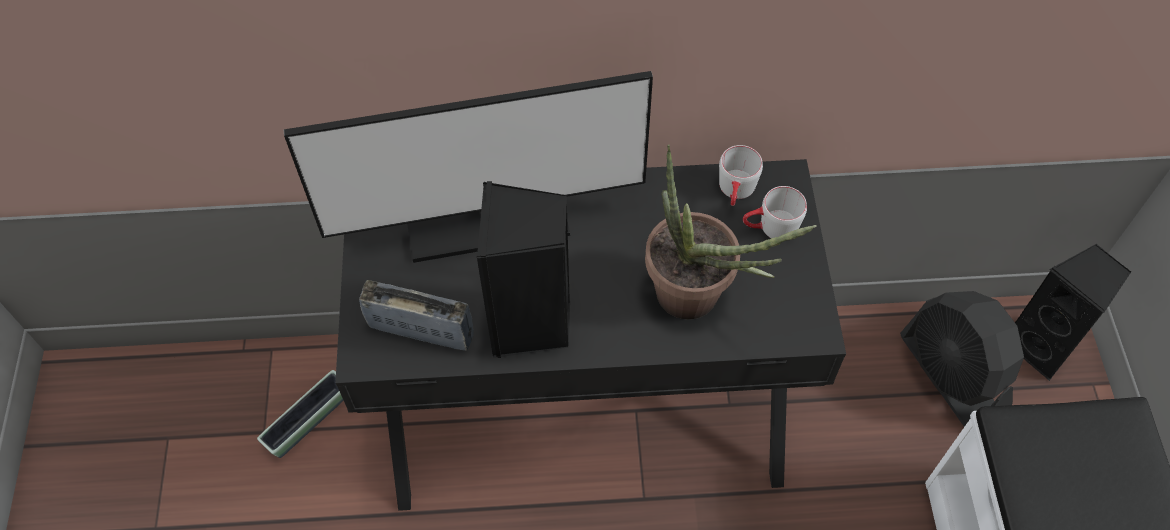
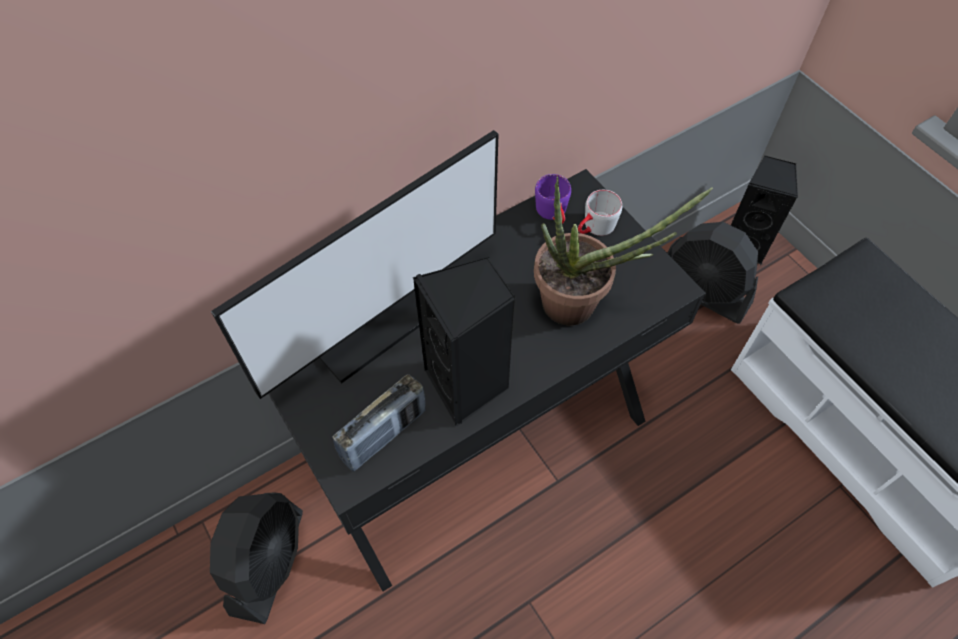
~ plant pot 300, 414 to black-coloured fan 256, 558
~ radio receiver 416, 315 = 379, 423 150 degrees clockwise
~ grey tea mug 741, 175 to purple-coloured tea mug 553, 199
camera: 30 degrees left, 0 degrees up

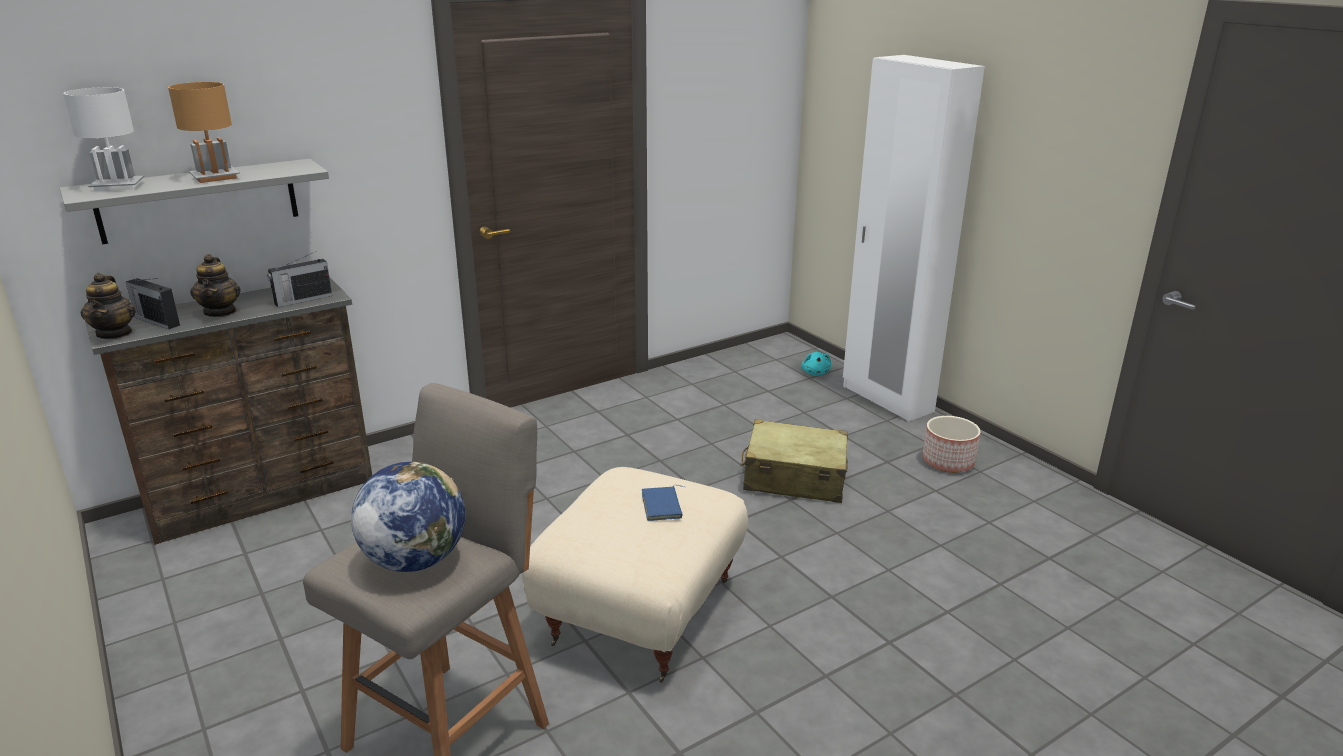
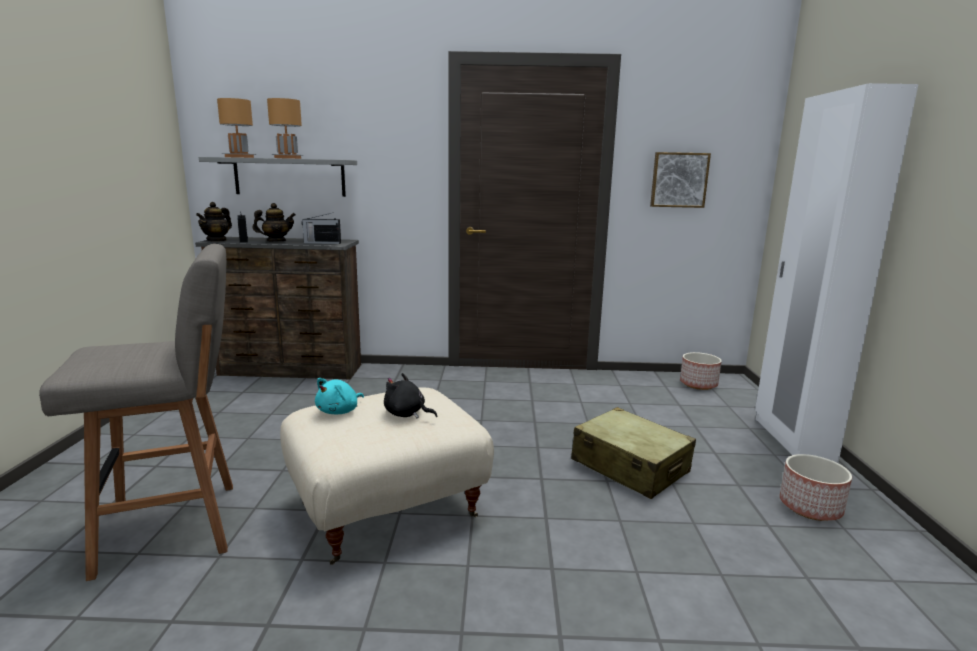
~ whitish table lamp 103, 139 to brown table lamp 236, 128
~ teapot 215, 285 = 274, 222 135 degrees counterclockwise
~ turquoise cuddly toy 816, 364 to 339, 396
~ blue bound book 663, 503 to black-coloured cuddly toy 410, 395
+ wall picture 680, 180
+ plant pot 701, 371
- globe 408, 517
camera: 35 degrees right, 10 degrees down

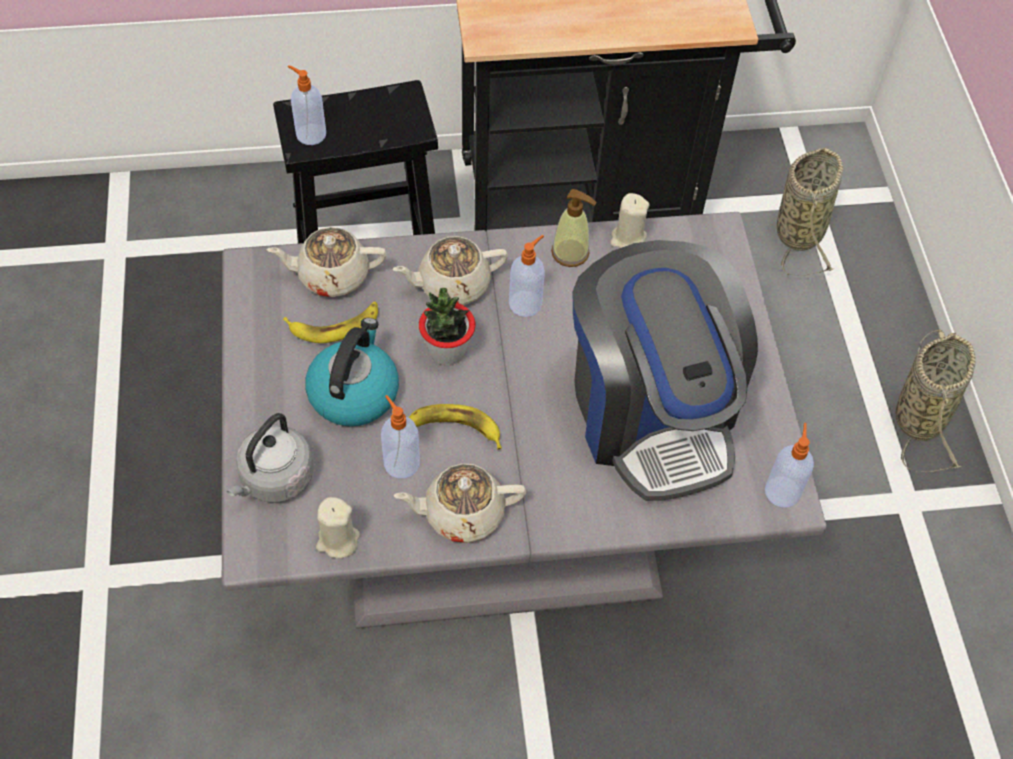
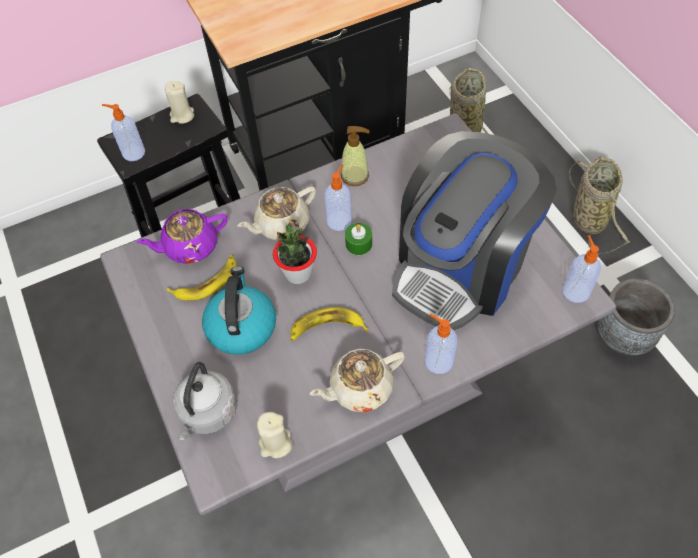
~ beige-coloured teapot 327, 262 to purple-coloured teapot 181, 236
~ beige-coloured candle 630, 220 to 179, 102
+ green candle 358, 239
~ coffee machine 665, 370 = 474, 230 75 degrees clockwise
~ soap bottle 400, 436 to 441, 344
+ grey plant pot 636, 316
camera: 15 degrees left, 0 degrees up

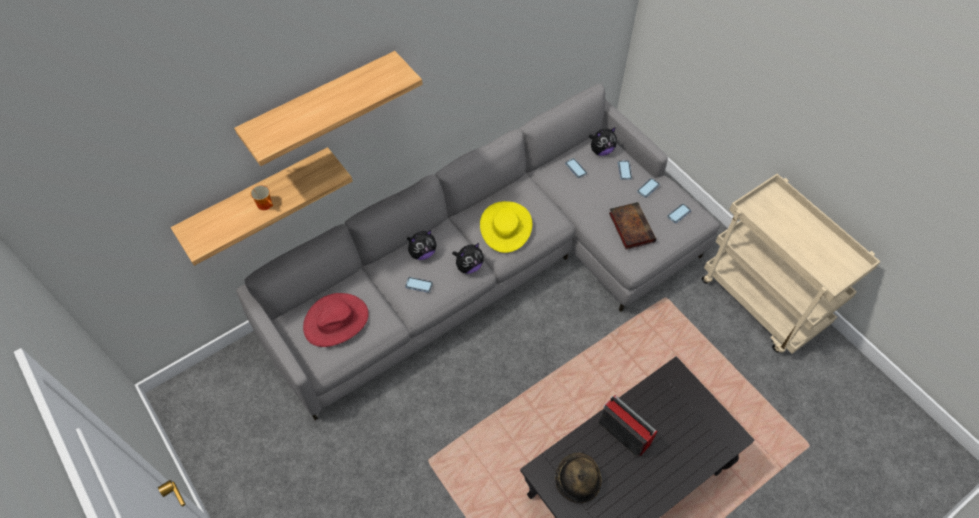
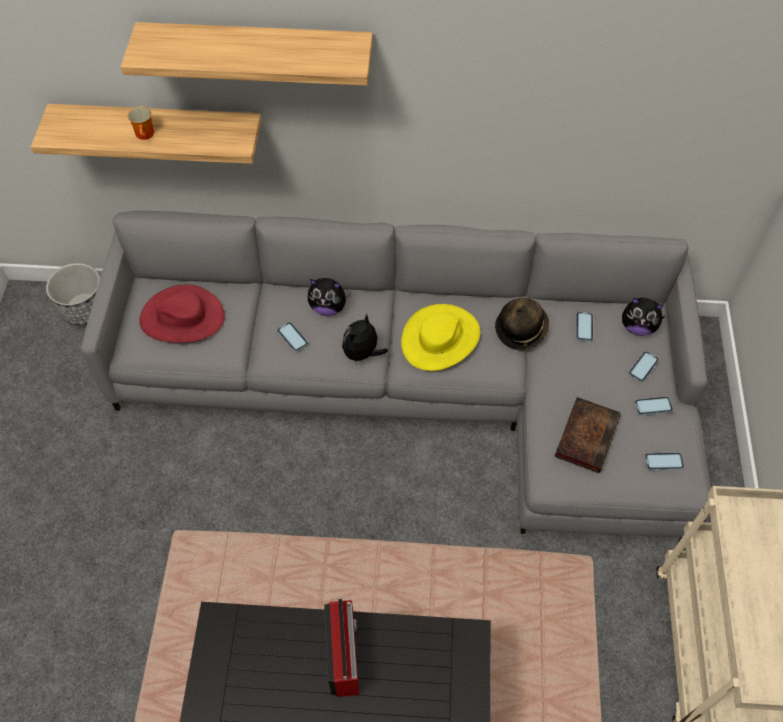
+ plant pot 73, 294
~ cuddly toy 468, 258 = 365, 339 120 degrees clockwise
~ wearable hat 578, 478 to 522, 324
camera: 40 degrees right, 0 degrees up

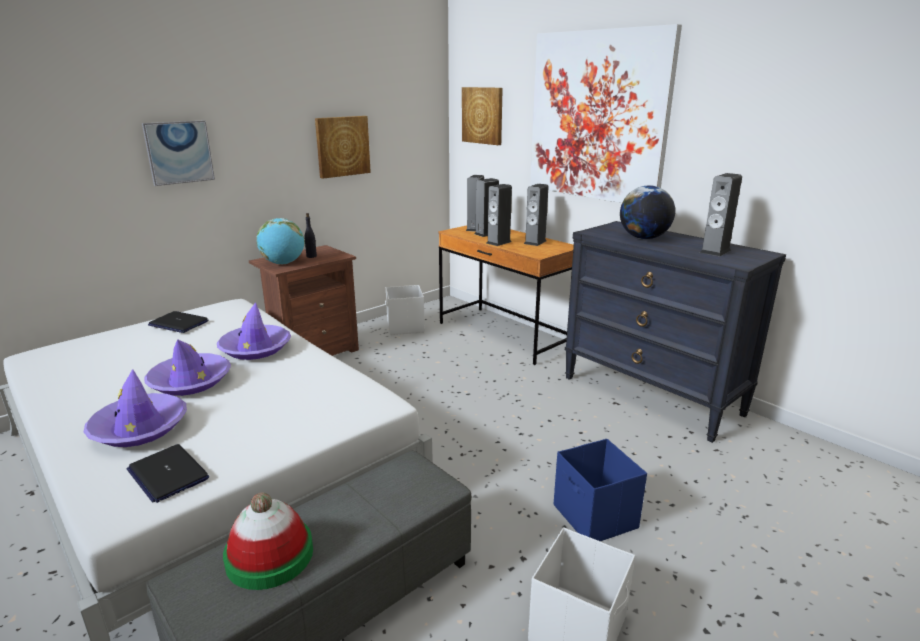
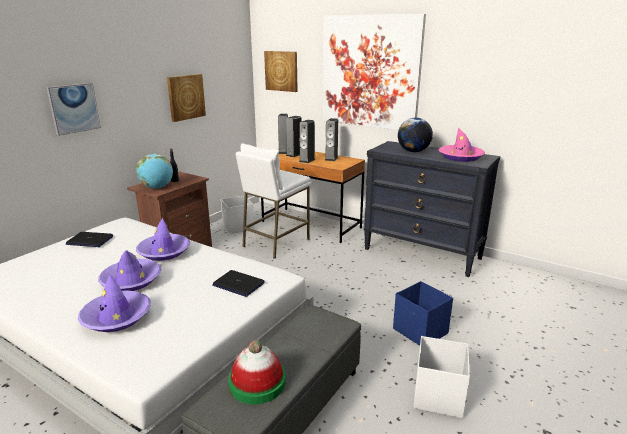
~ portable computer 168, 473 to 238, 283
+ whitish stool seat 273, 201
~ audio speaker 721, 215 to pink-coloured wearable hat 462, 144
camera: 15 degrees left, 0 degrees up

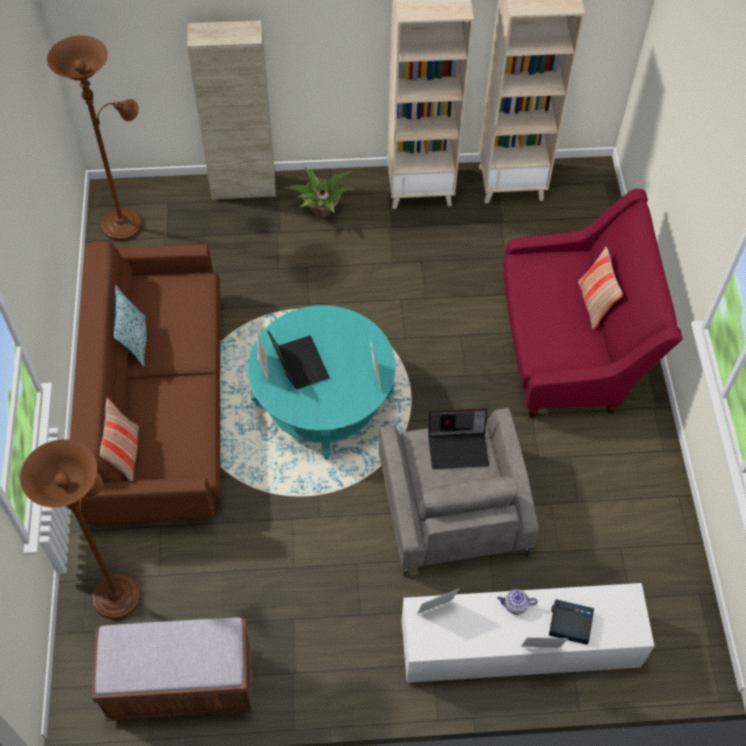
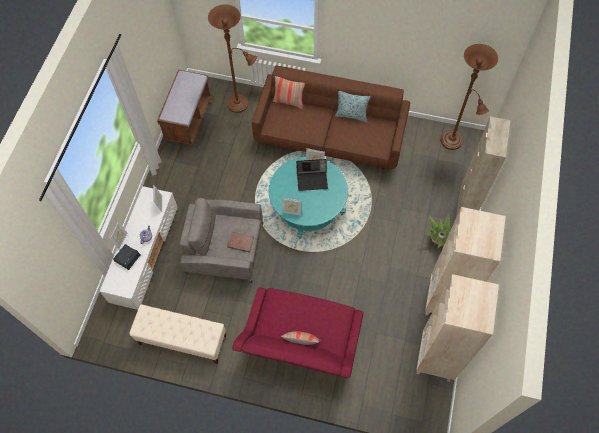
+ beige-coloured long seat 178, 334
~ portable computer 458, 439 to brown bound book 240, 242
camera: 110 degrees right, 5 degrees up

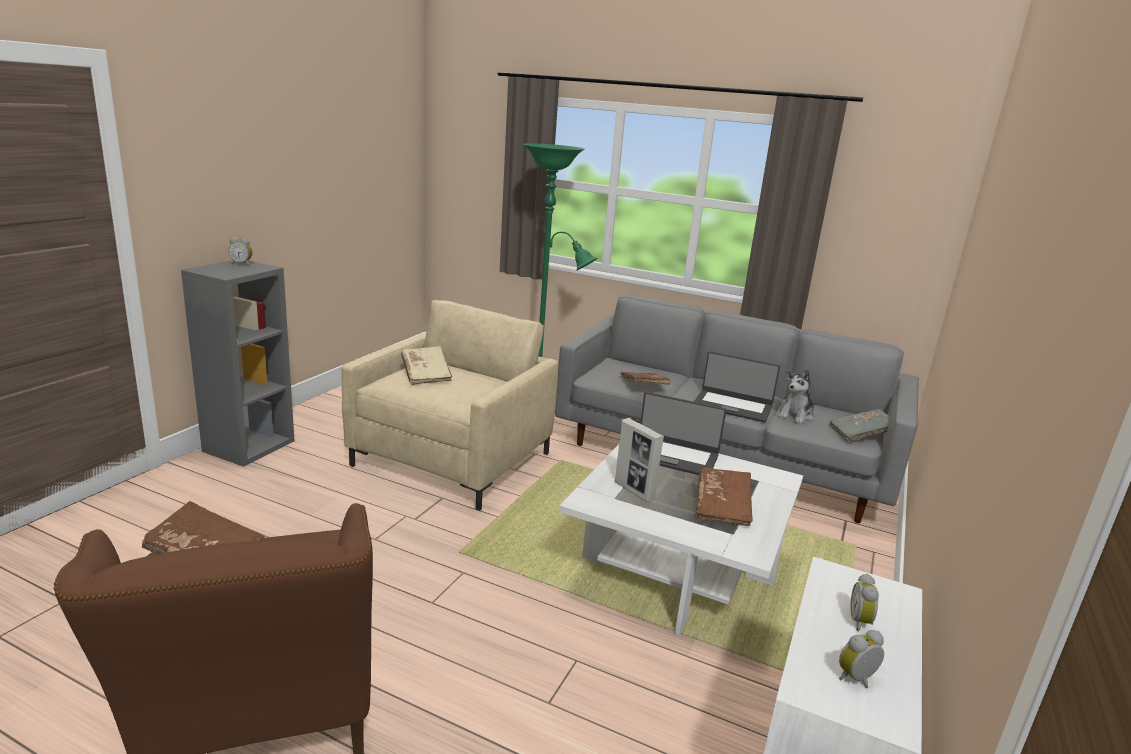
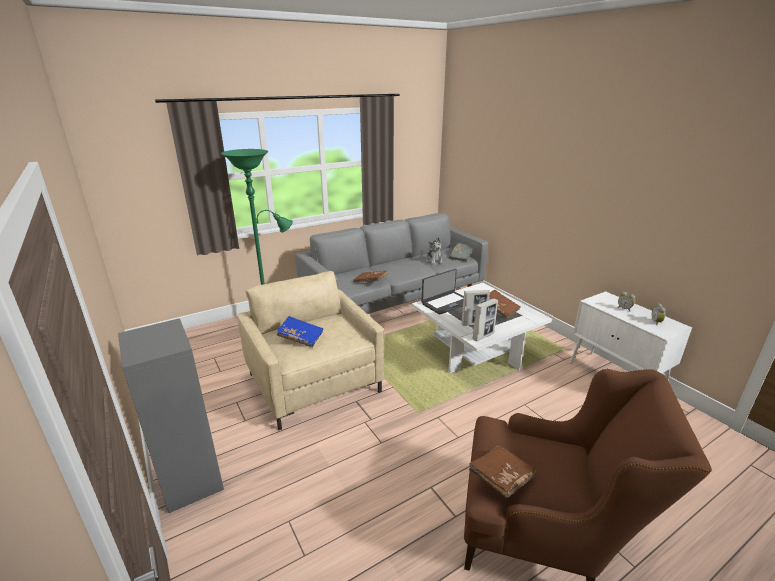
~ beige-coloured bound book 426, 365 to blue bound book 300, 331
+ photo frame 485, 319
- table clock 240, 251
- portable computer 737, 386
camera: 55 degrees left, 5 degrees up

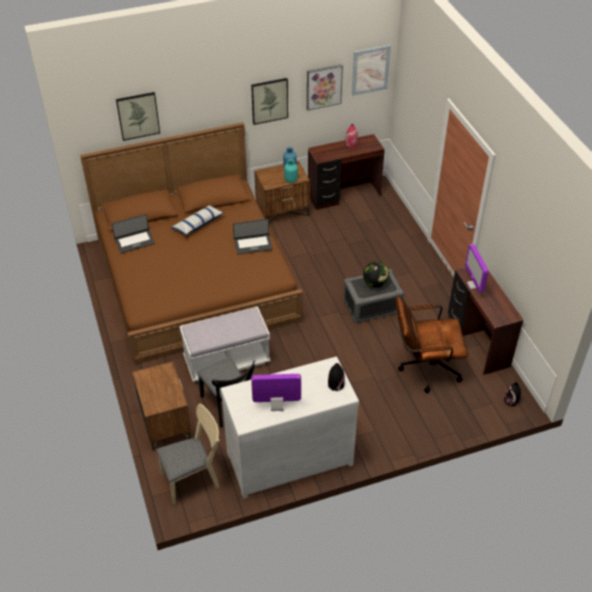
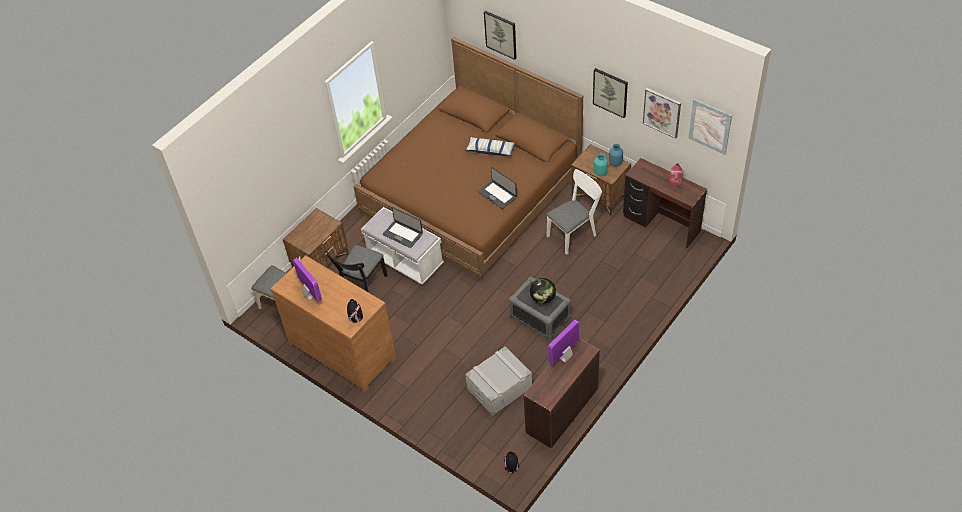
~ whitish drawer chest 289, 427 to brown drawer chest 333, 323
~ portable computer 133, 233 to 402, 227
~ brown office chair 431, 344 to grey storage container 498, 381
+ whitish upright chair 574, 212
camera: 60 degrees right, 5 degrees up

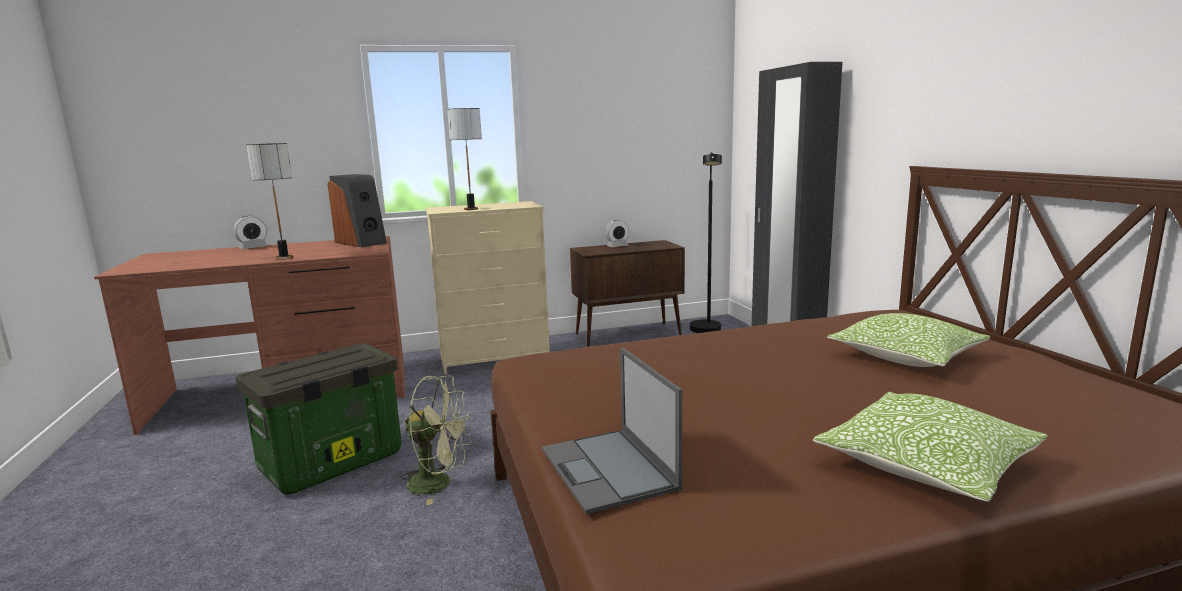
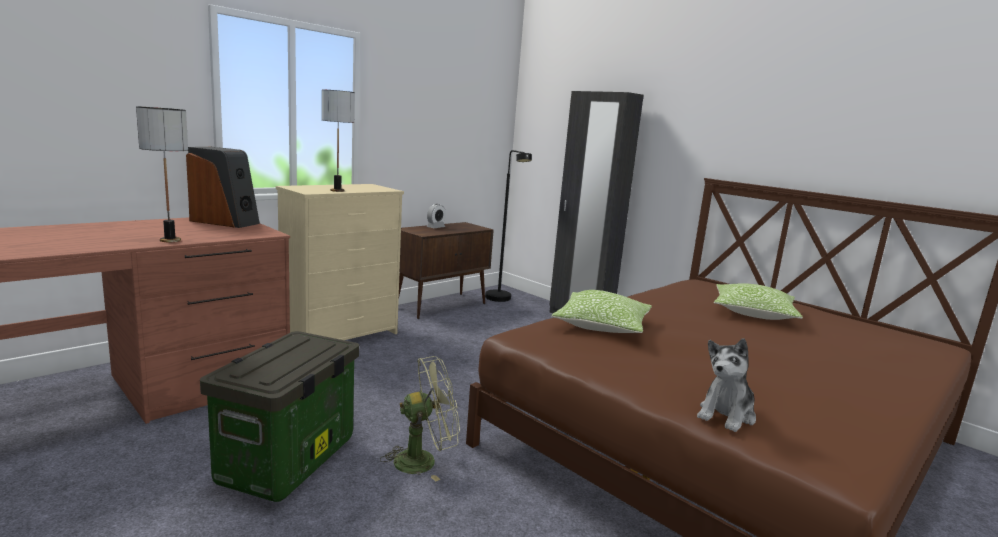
~ cushion 930, 447 to 601, 311
~ portable computer 612, 430 to cuddly toy 726, 385
- table clock 250, 232
camera: 30 degrees left, 0 degrees up

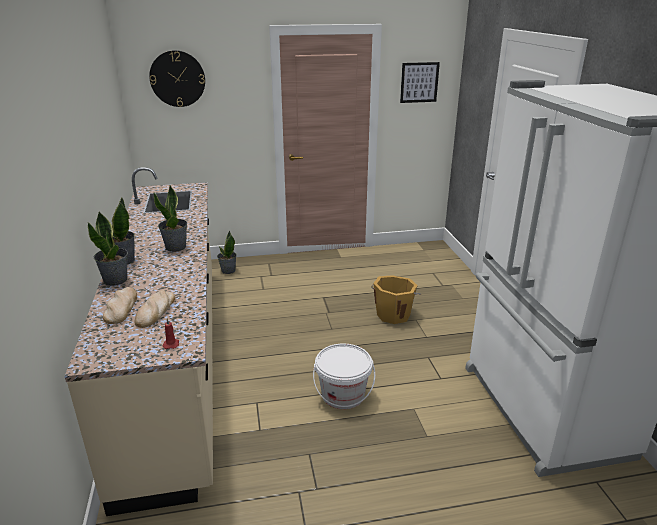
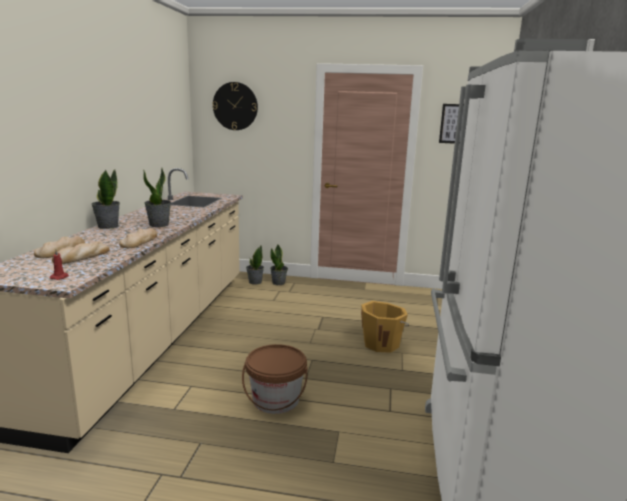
+ bakery bread 138, 238
~ whitish bucket 344, 376 to brown bucket 275, 379
~ plant in a pot 108, 249 to 279, 264
camera: 20 degrees right, 10 degrees down

